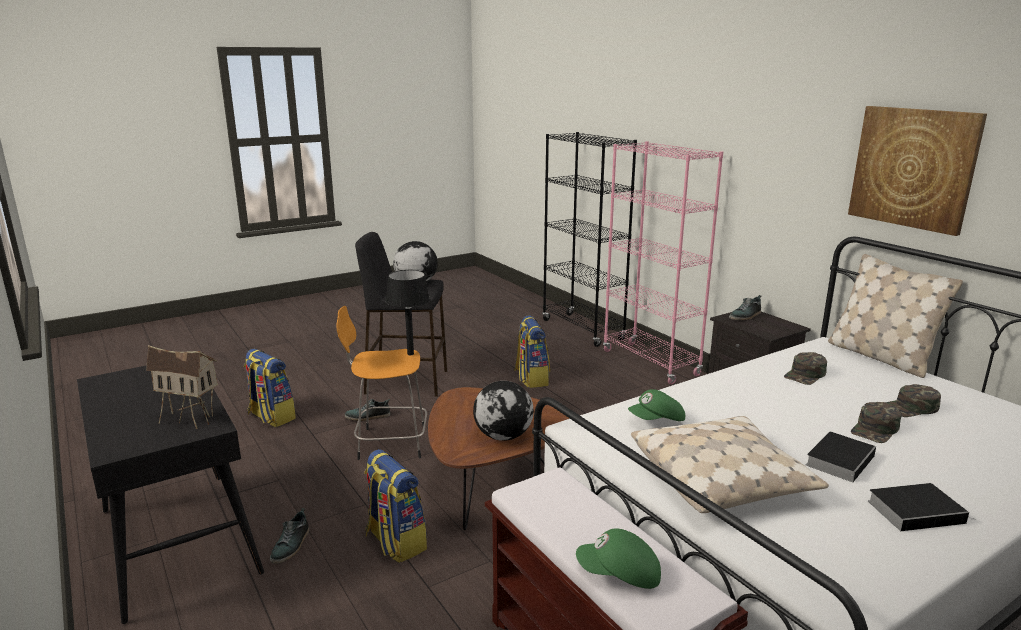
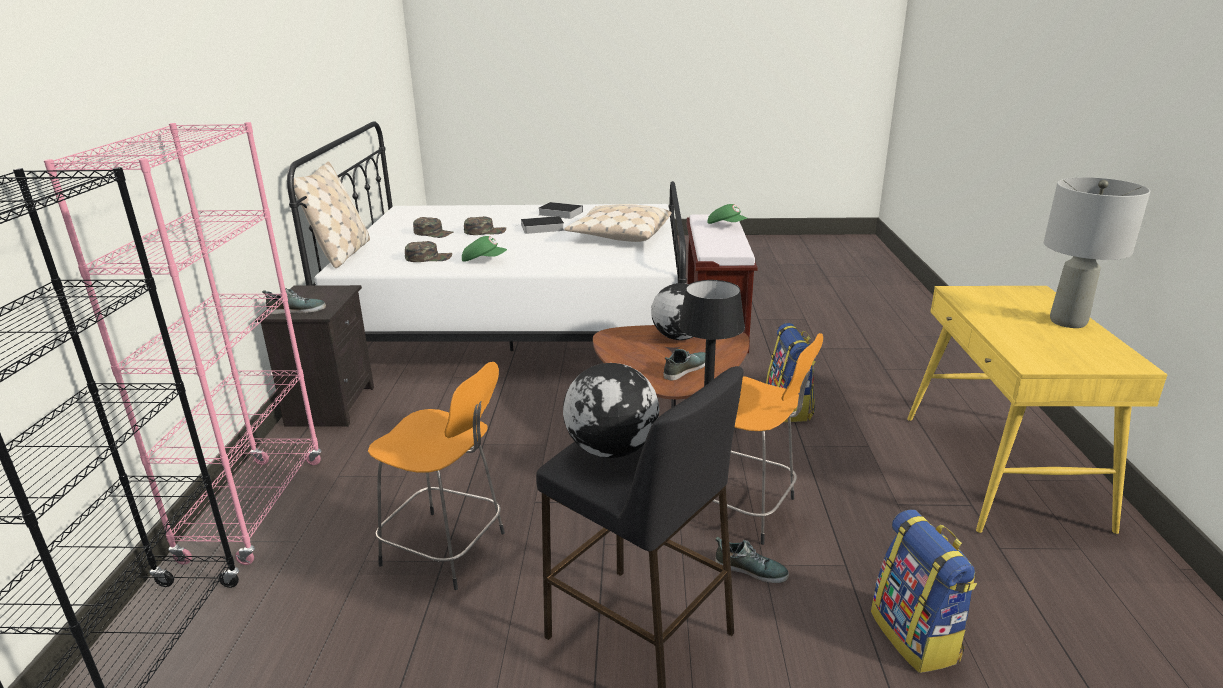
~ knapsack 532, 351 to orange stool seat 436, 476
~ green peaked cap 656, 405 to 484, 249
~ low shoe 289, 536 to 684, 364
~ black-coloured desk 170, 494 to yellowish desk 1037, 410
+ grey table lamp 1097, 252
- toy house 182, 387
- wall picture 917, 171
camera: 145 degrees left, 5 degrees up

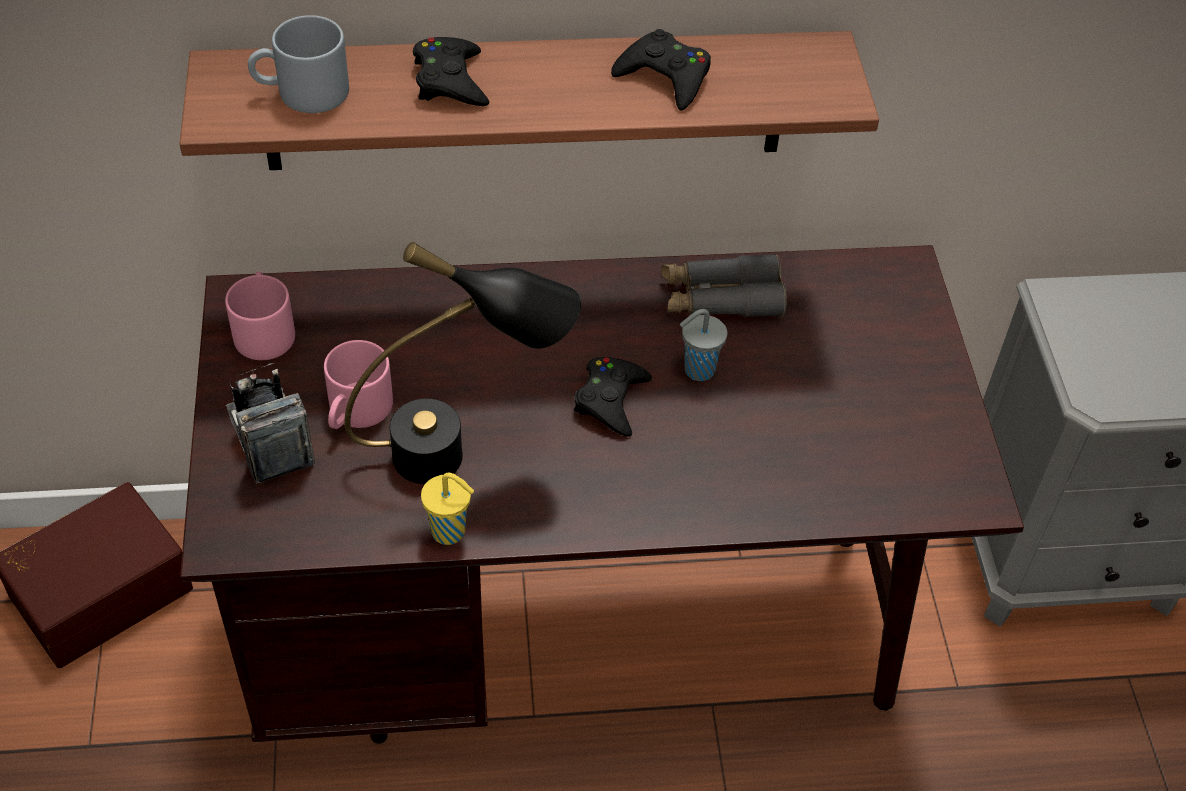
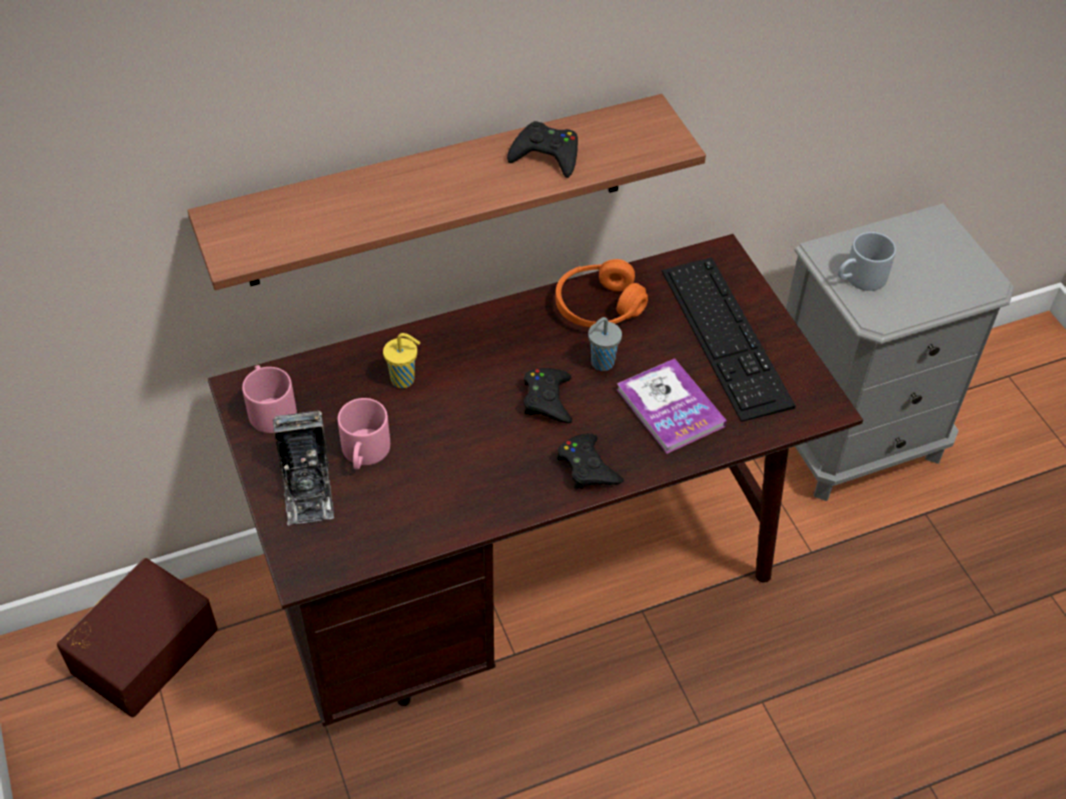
~ still camera 270, 423 = 303, 468 150 degrees counterclockwise
~ yellowish small cup 447, 509 to 401, 360
~ grey field glasses 724, 285 to orange headphones 601, 293
~ black-coloured gamepad 451, 71 to 590, 461
+ bound book 672, 406
+ keyboard 729, 339
~ grey tea mug 298, 64 to 867, 261
- black-coloured table lamp 462, 363
camera: 15 degrees left, 0 degrees up

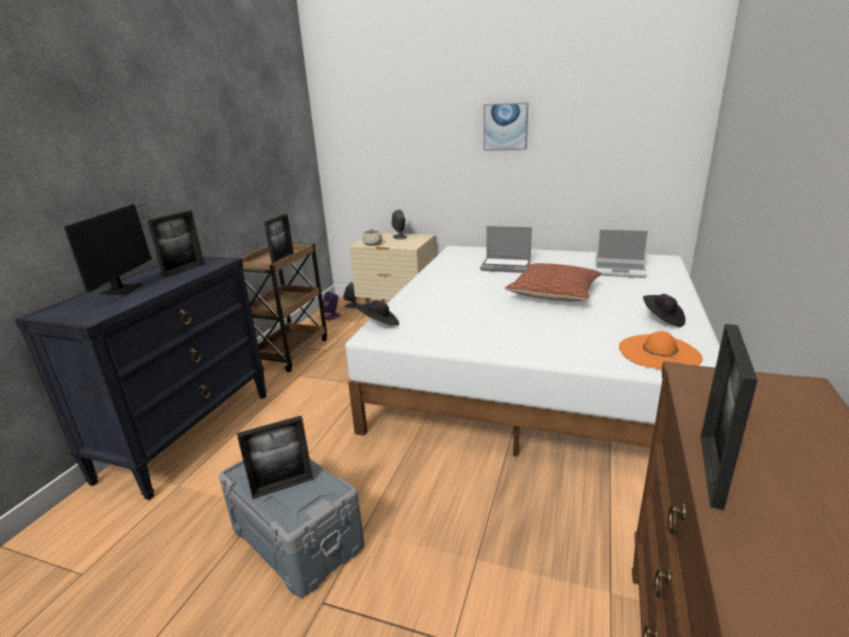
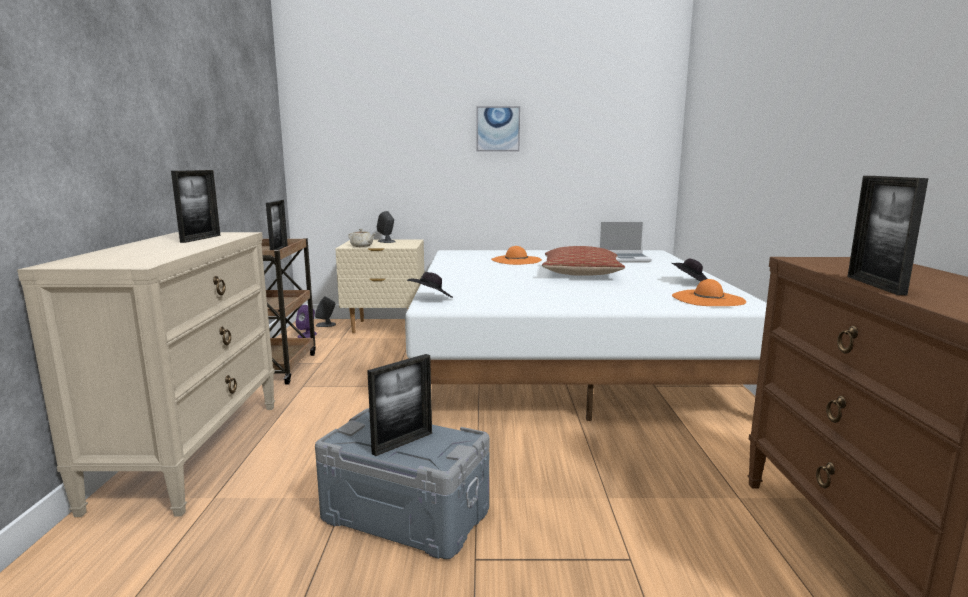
~ black-coloured drawer chest 141, 378 to beige-coloured drawer chest 146, 374
~ portable computer 506, 249 to orange wearable hat 516, 255
- monitor 110, 249
camera: 20 degrees left, 10 degrees down

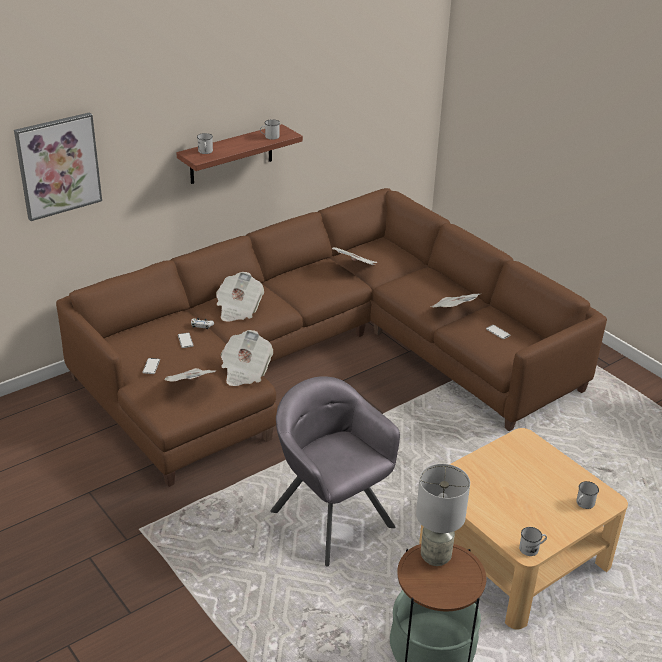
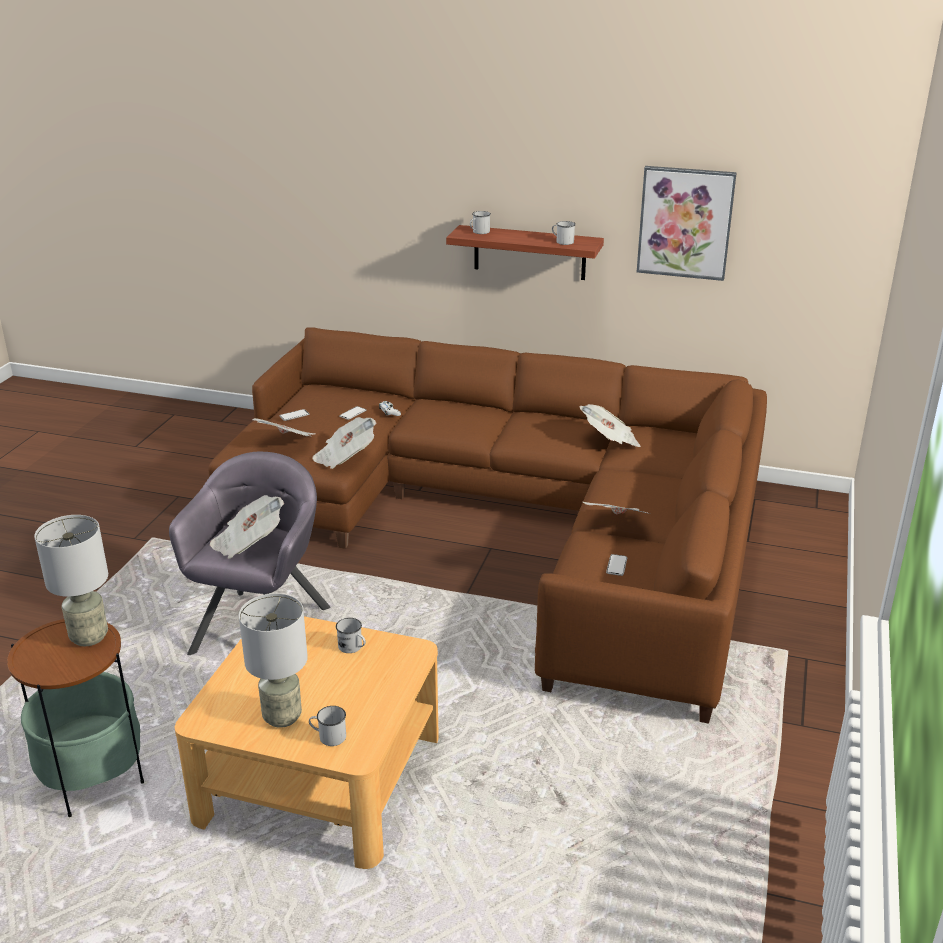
~ newspaper 240, 297 to 247, 527
+ grey table lamp 273, 660
~ whitish tea mug 533, 541 to 351, 635
~ wall picture 58, 166 to 687, 223
camera: 55 degrees right, 5 degrees down

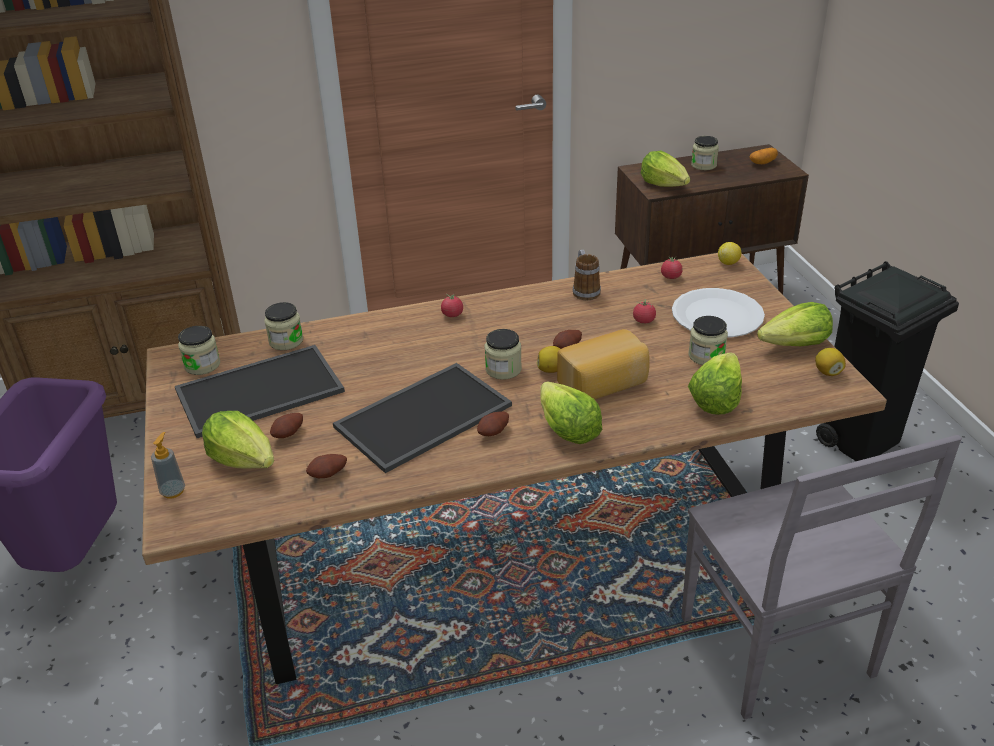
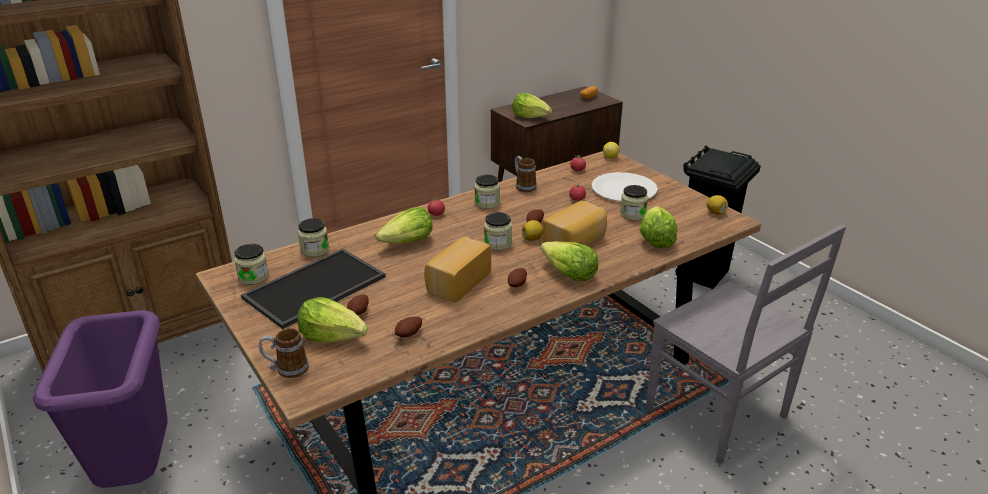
~ soap bottle 168, 465 to tea mug 284, 353
~ lettuce head 795, 324 to 404, 225
~ serving tray 422, 418 to bakery bread 457, 269
~ storage jar 705, 153 to 487, 192
camera: 20 degrees left, 5 degrees down

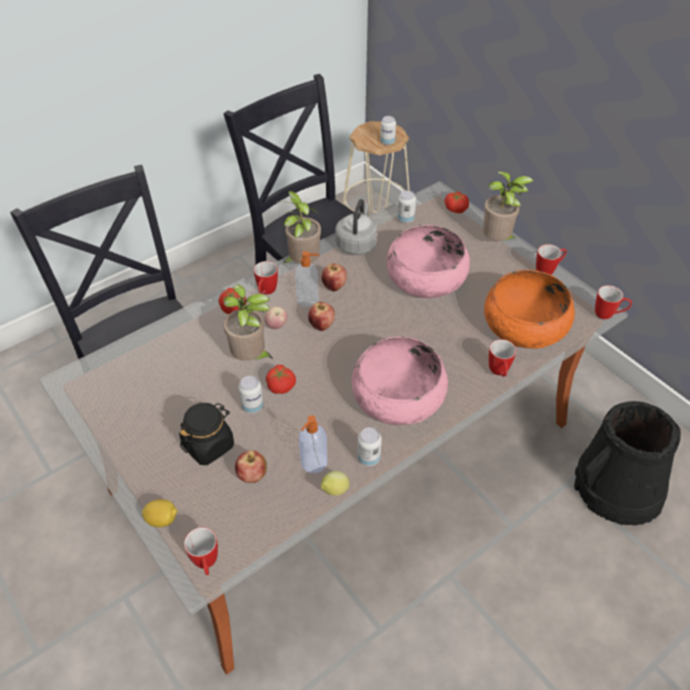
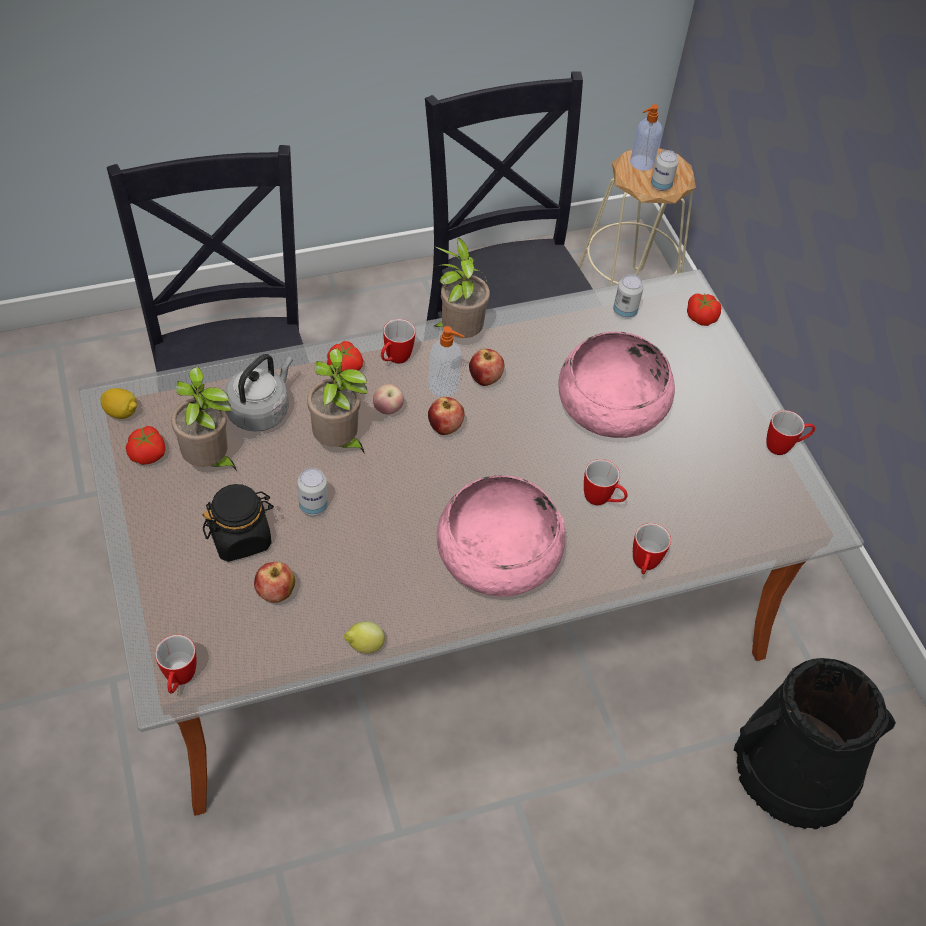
~ whole lemon 160, 513 to 119, 403
~ fresh tomato 281, 379 to 145, 445
~ plant in a pot 508, 206 to 204, 419
~ grey tea kettle 356, 227 to 258, 393
~ tea mug 613, 302 to 605, 482
~ soap bottle 313, 444 to 646, 137
- sealed can 370, 446
- orange bowl 529, 309
camera: 15 degrees right, 5 degrees up

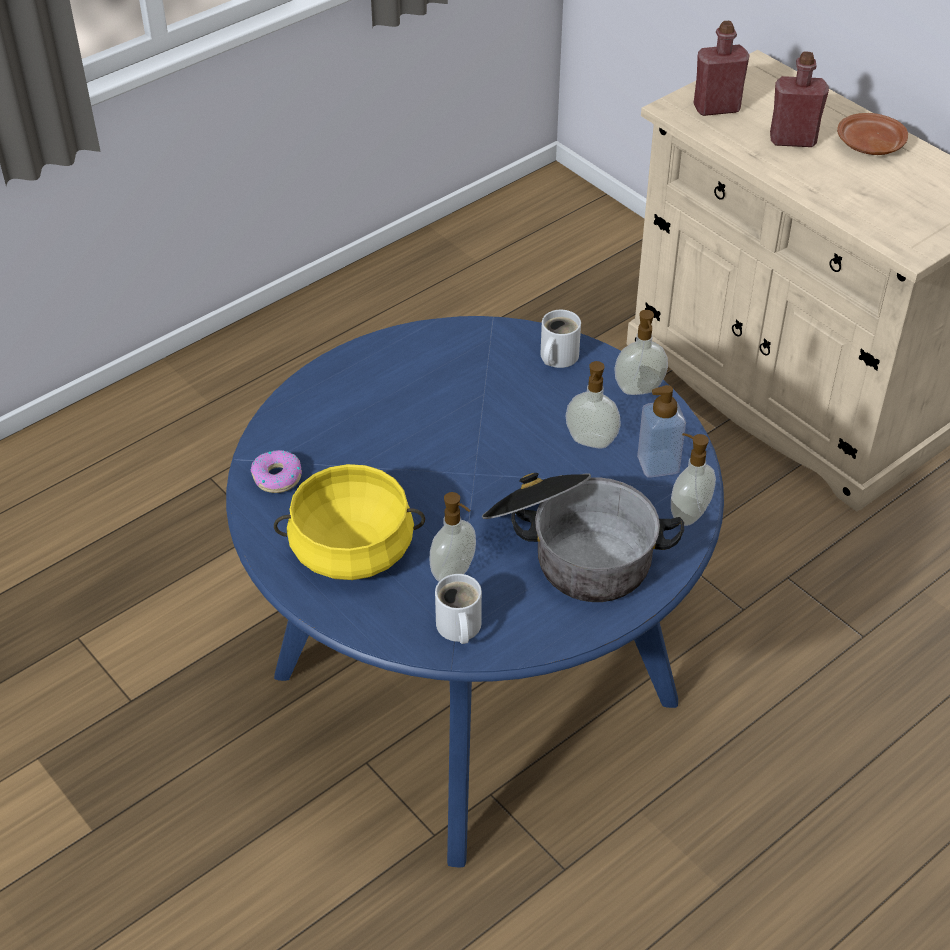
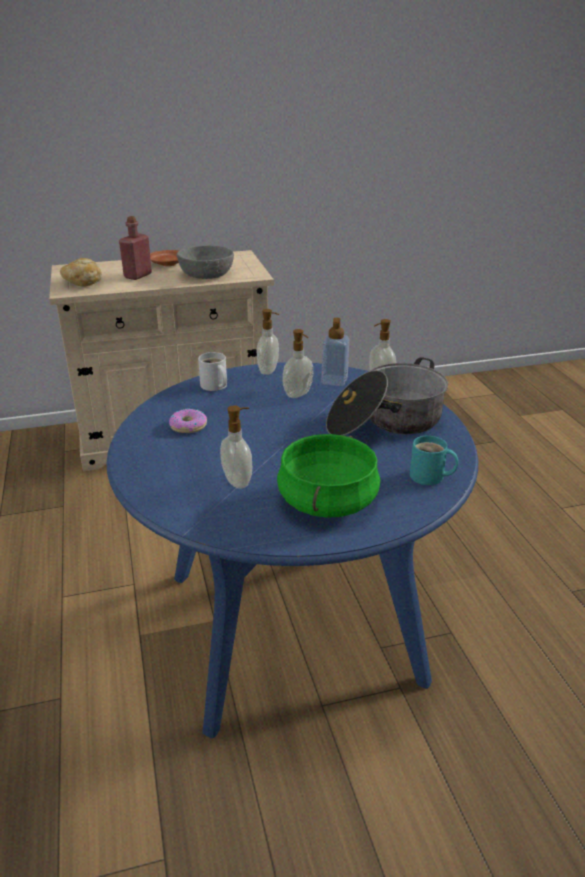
~ red bottle 722, 68 to bakery bread 81, 272
~ donut 276, 471 to 188, 420
+ grey bowl 205, 262
~ soap bottle 453, 537 to 236, 447
~ yellowish stockpot 349, 522 to green stockpot 328, 476
~ whitish tea mug 458, 609 to turquoise tea mug 434, 460
camera: 65 degrees left, 15 degrees down

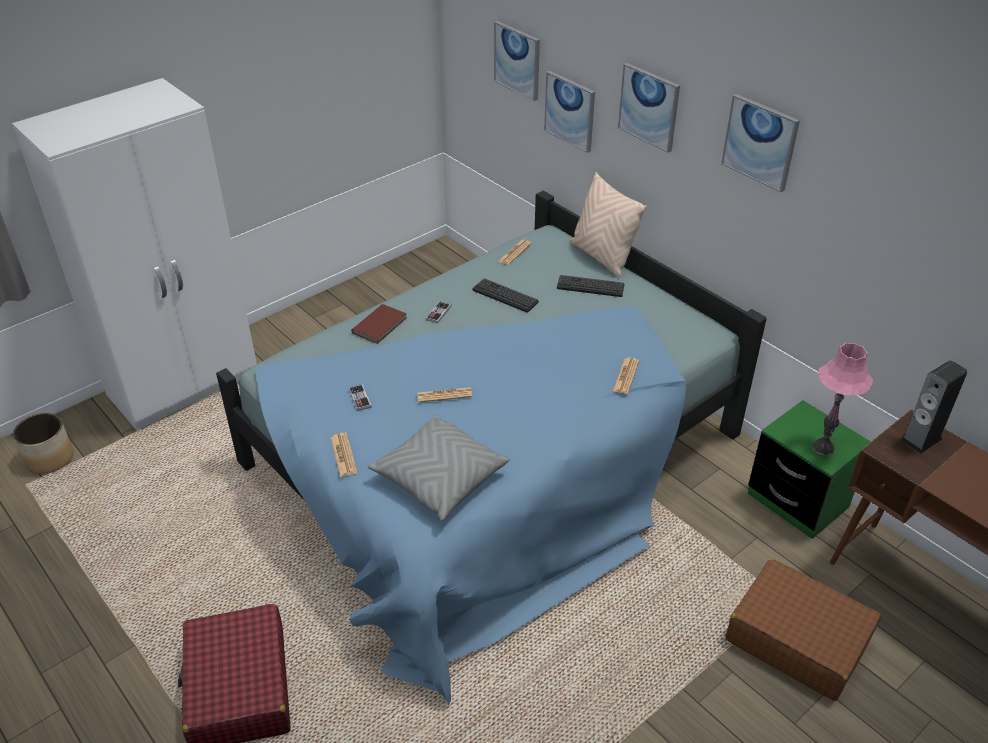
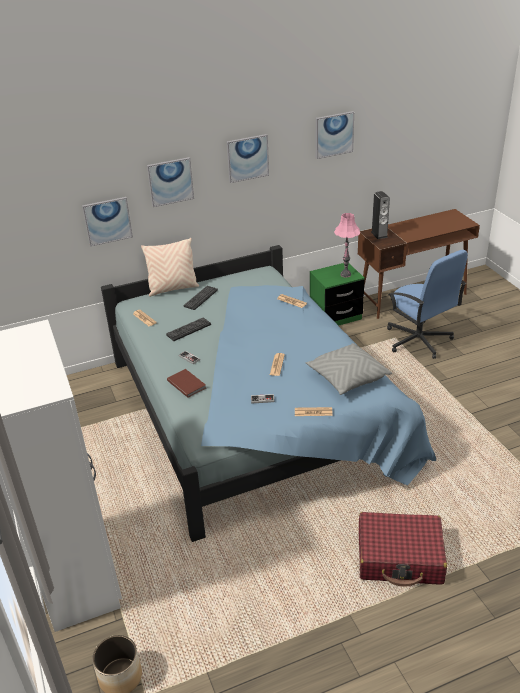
~ wall picture 517, 61 to 335, 135
~ brown suitcase 803, 630 to blue office chair 427, 304
camera: 70 degrees left, 5 degrees down

